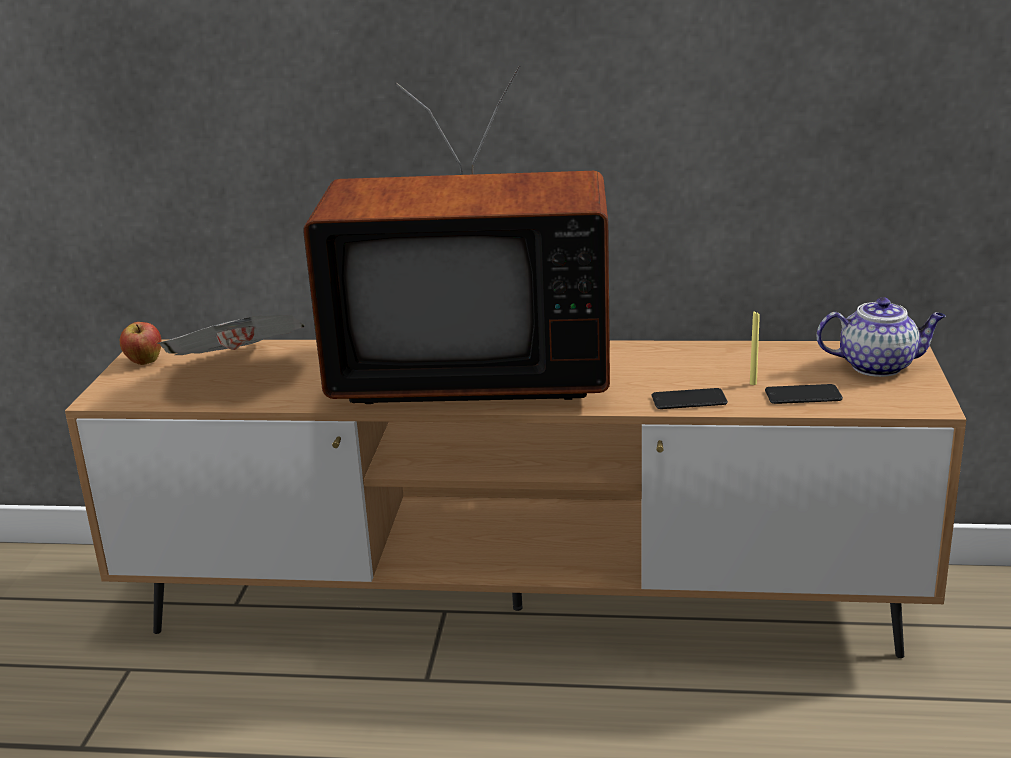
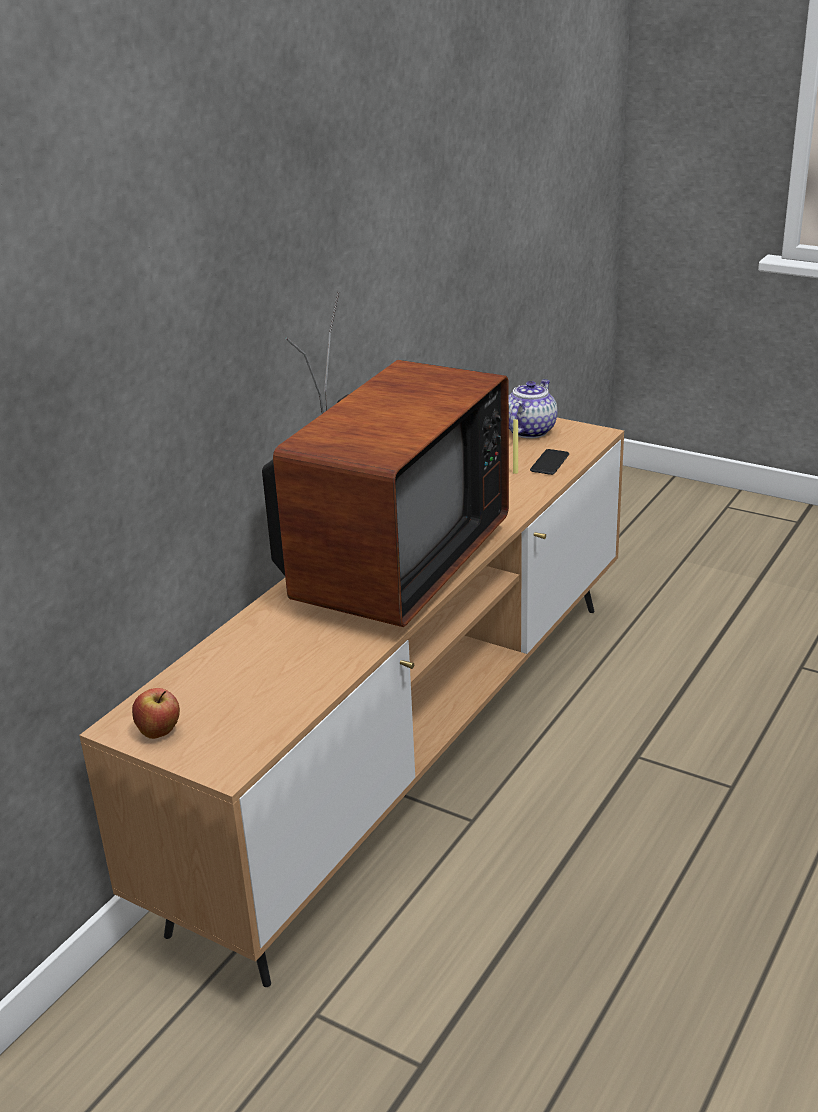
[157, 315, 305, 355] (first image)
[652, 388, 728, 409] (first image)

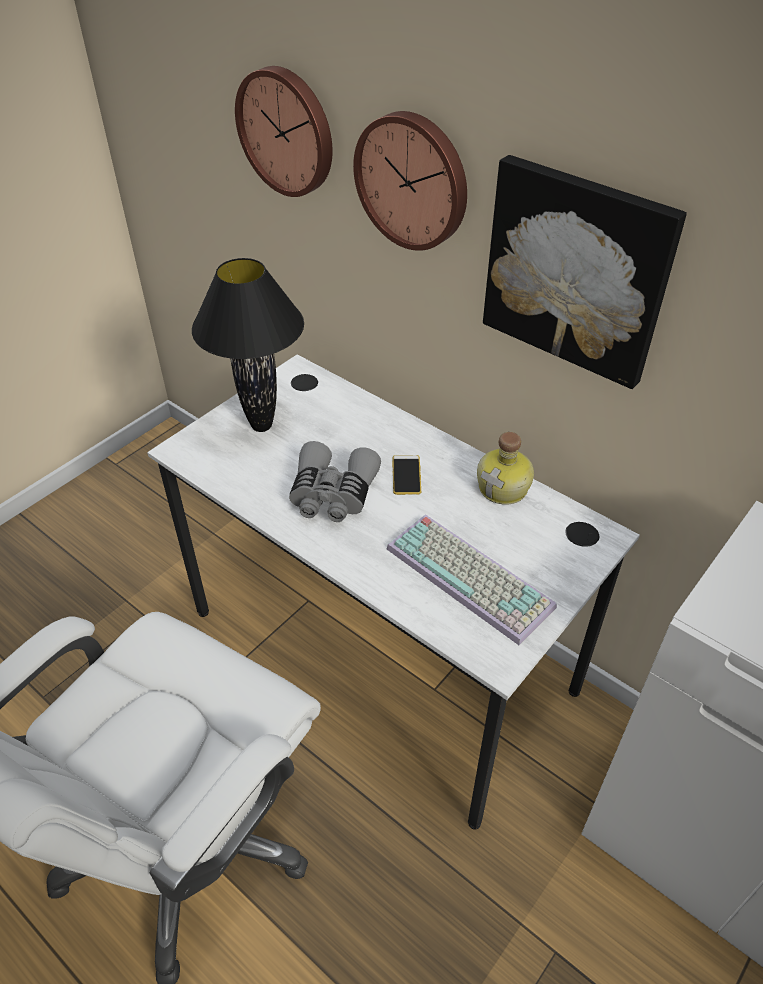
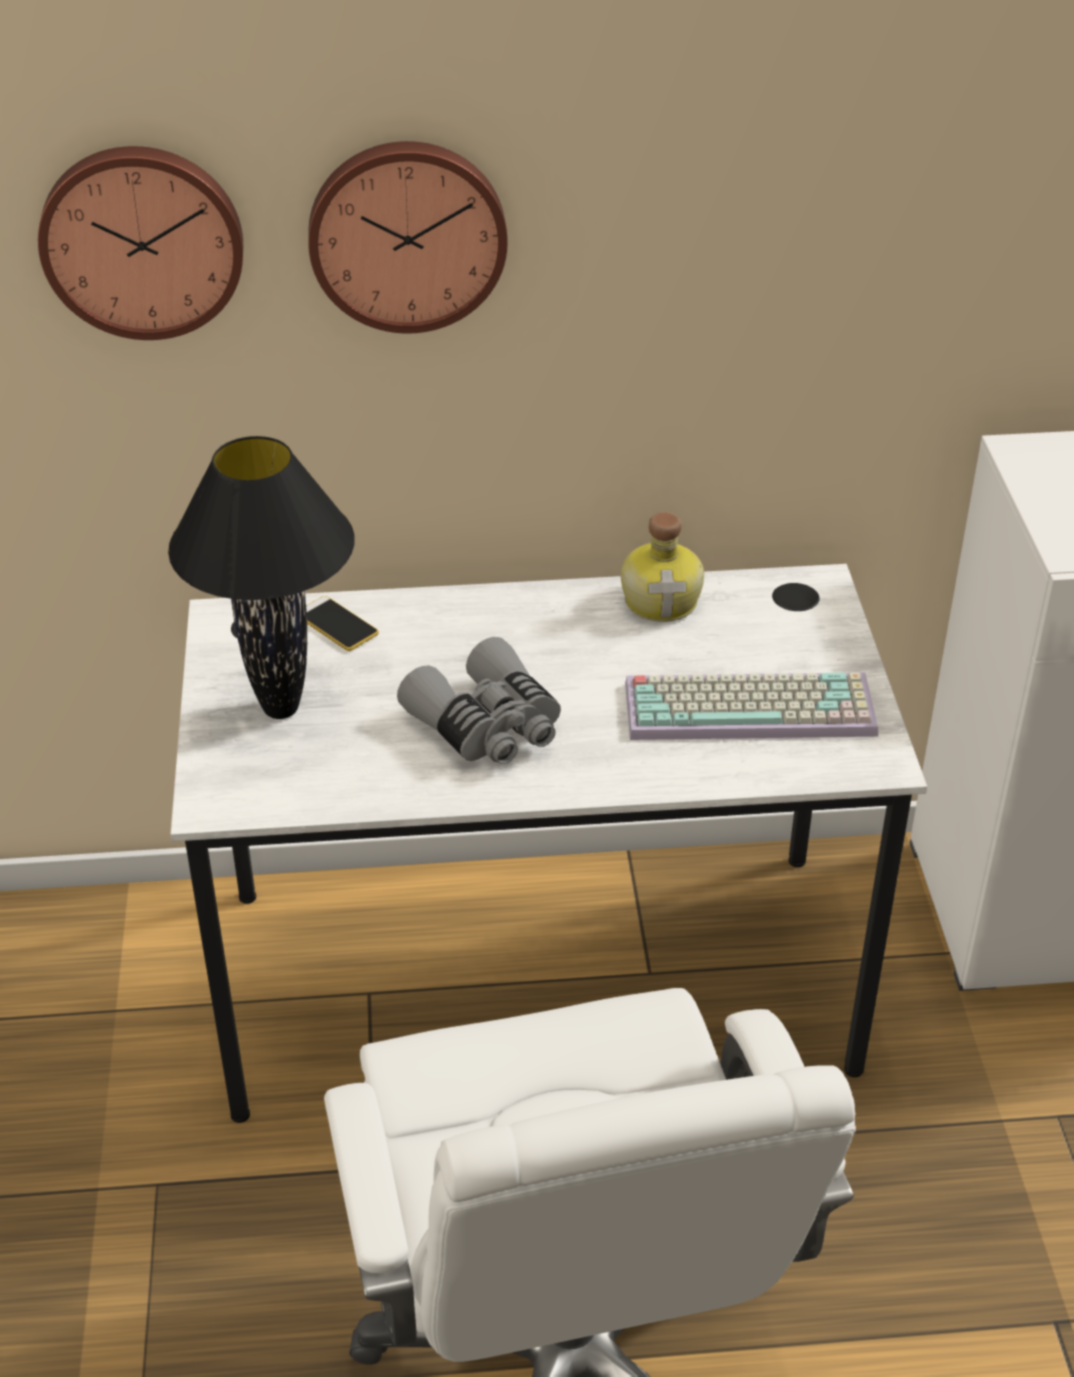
[306, 596, 379, 651]
[483, 155, 687, 389] (first image)

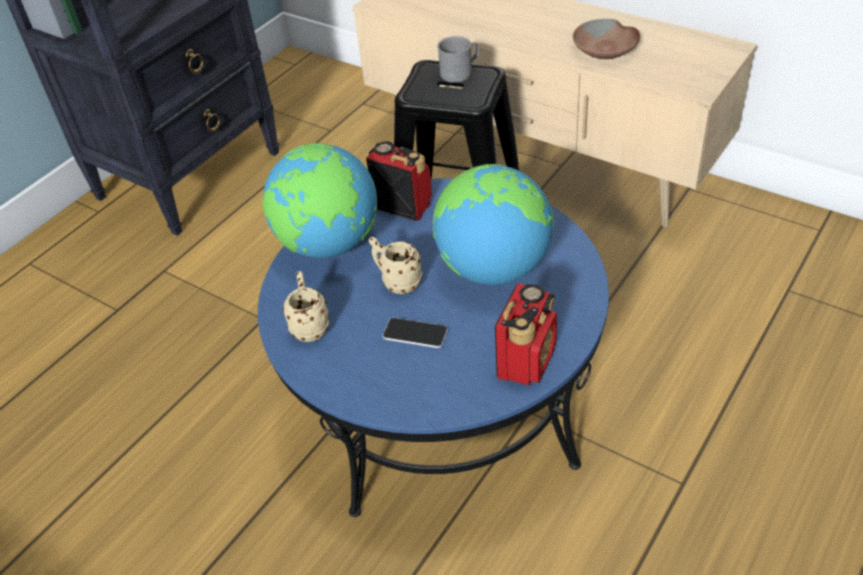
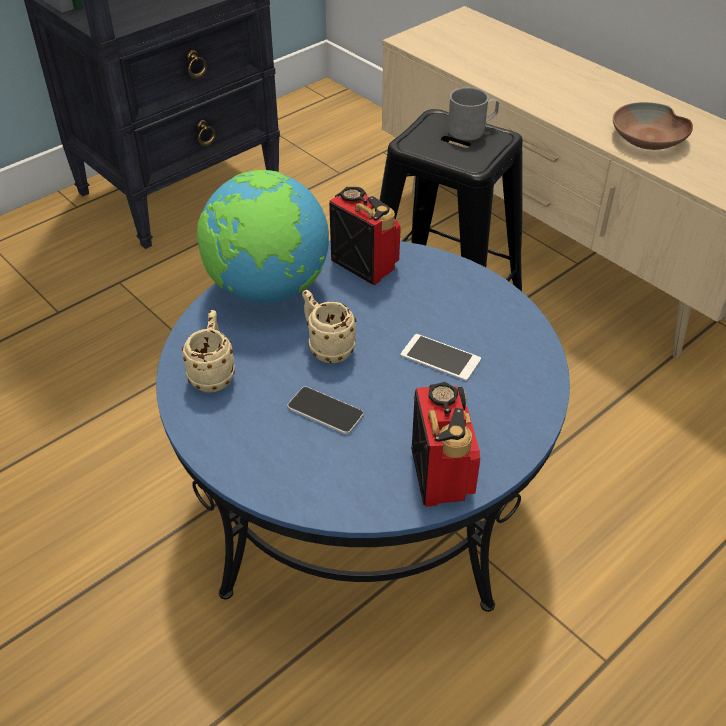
[401, 334, 481, 381]
[411, 382, 480, 507]

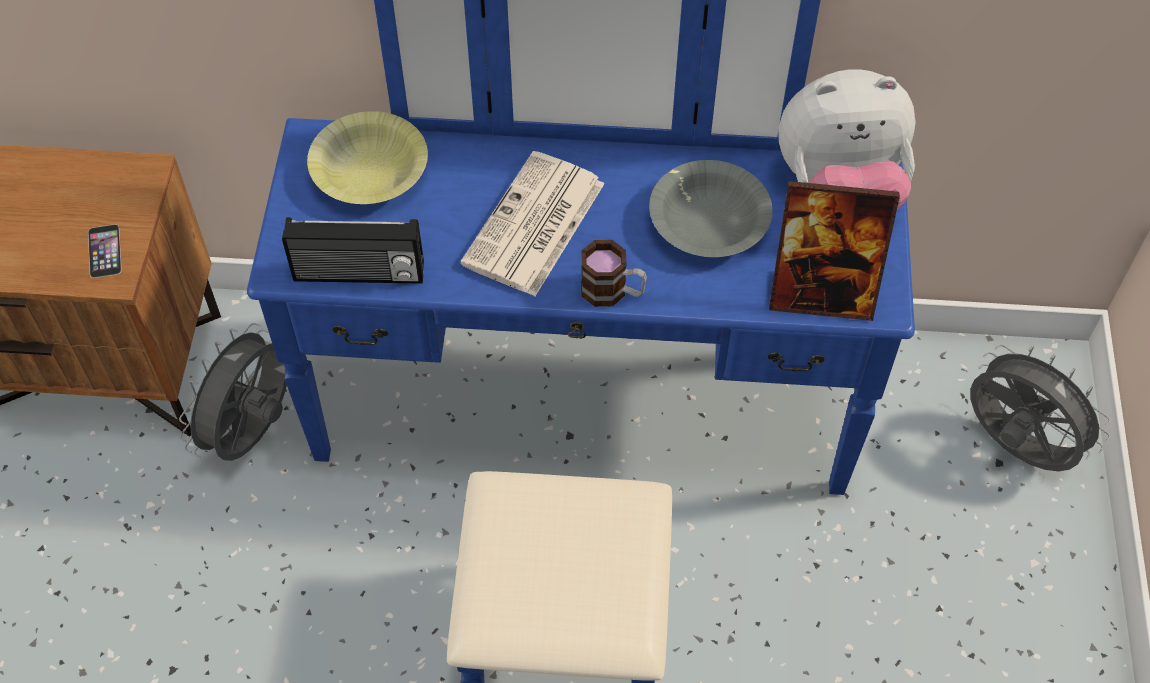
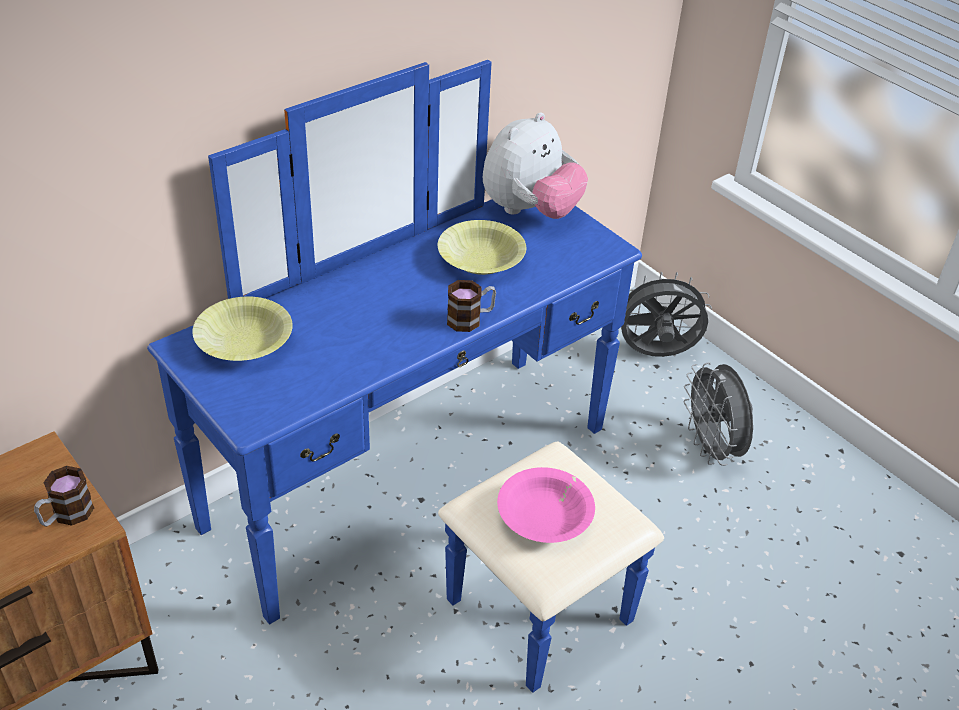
[34, 466, 94, 527]
[683, 362, 753, 466]
[282, 217, 424, 284] (first image)
[460, 151, 605, 296] (first image)
[438, 220, 526, 275]
[769, 181, 900, 321] (first image)
[497, 467, 595, 543]

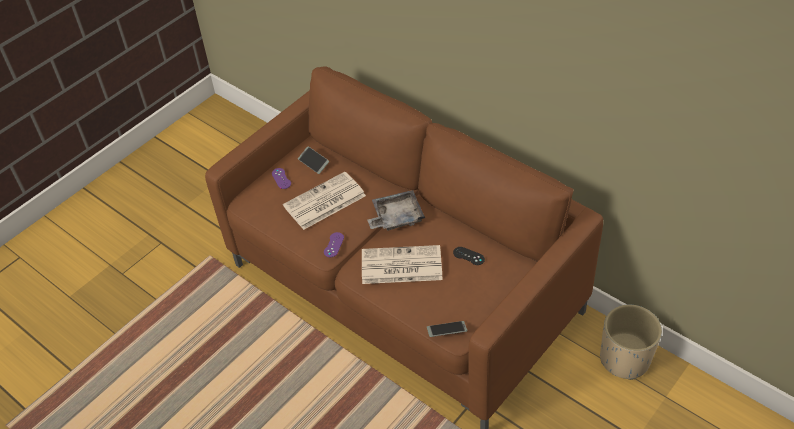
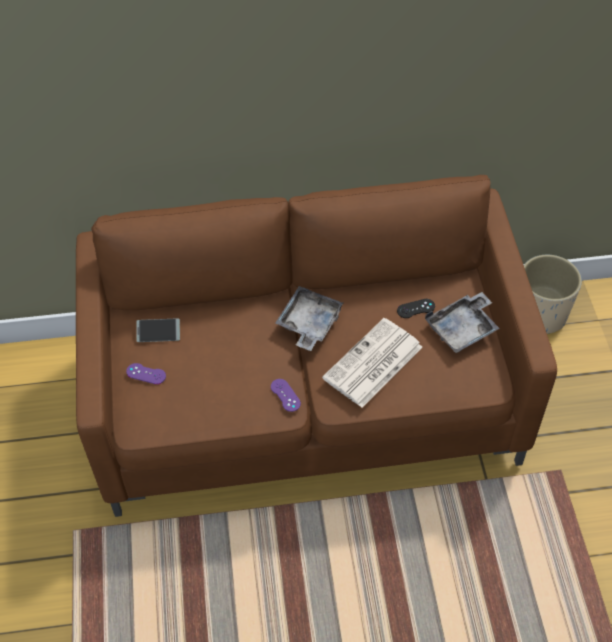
[283, 172, 366, 230] (first image)
[427, 321, 467, 337] (first image)
[425, 292, 500, 353]

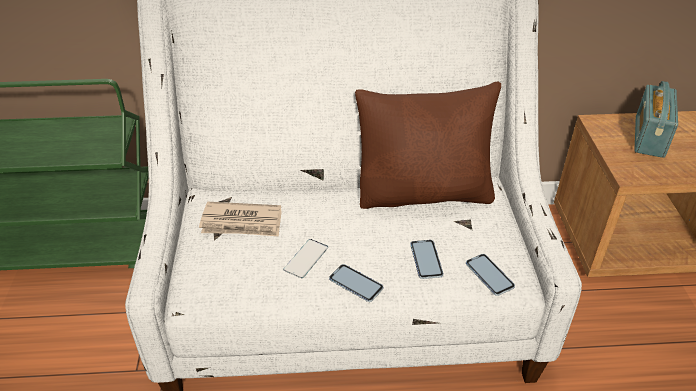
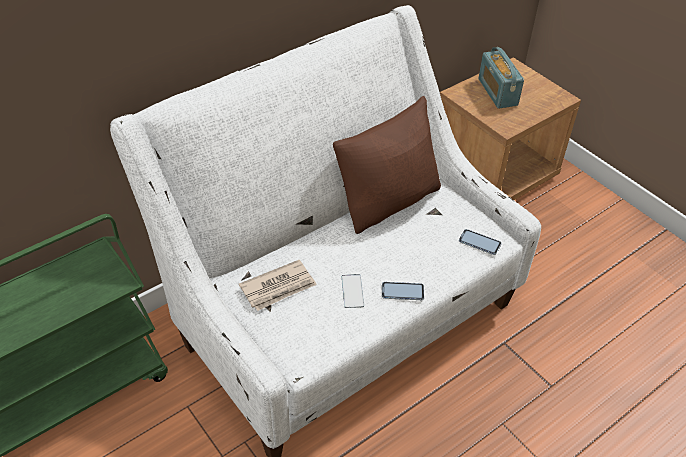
[410, 240, 444, 279] (first image)

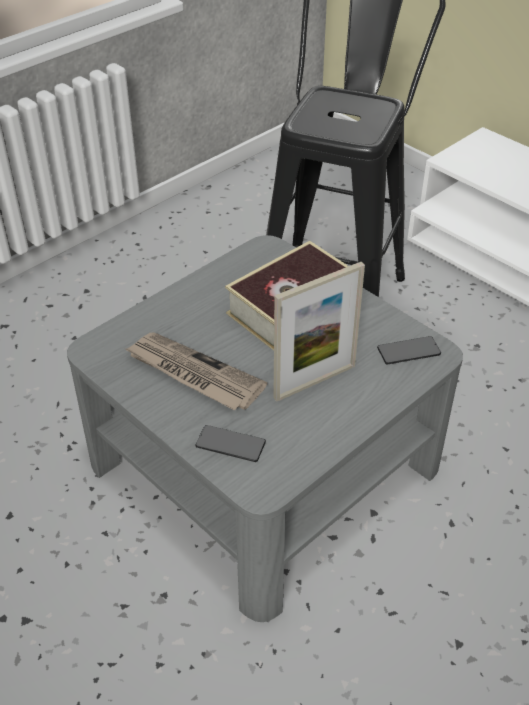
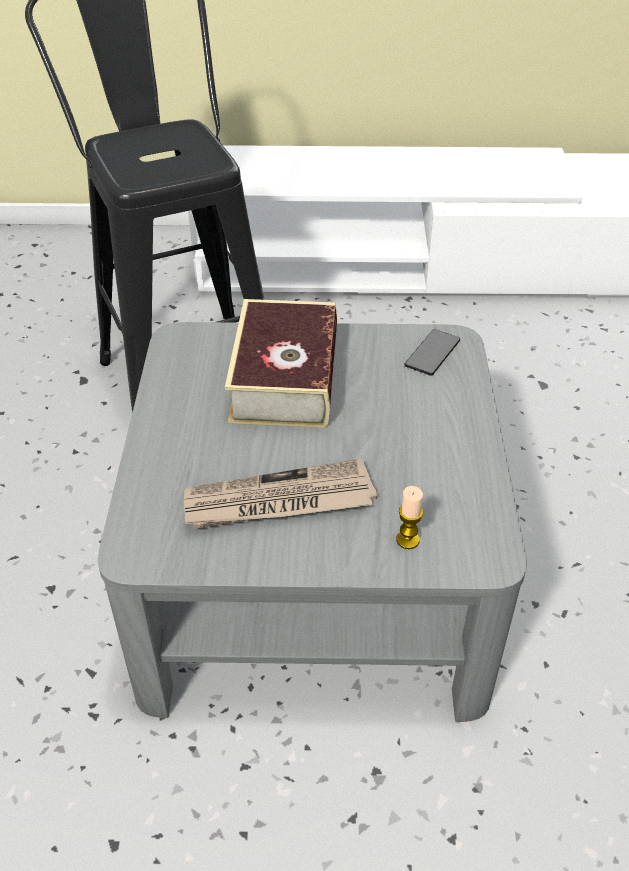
[396, 486, 423, 549]
[273, 262, 365, 401] (first image)

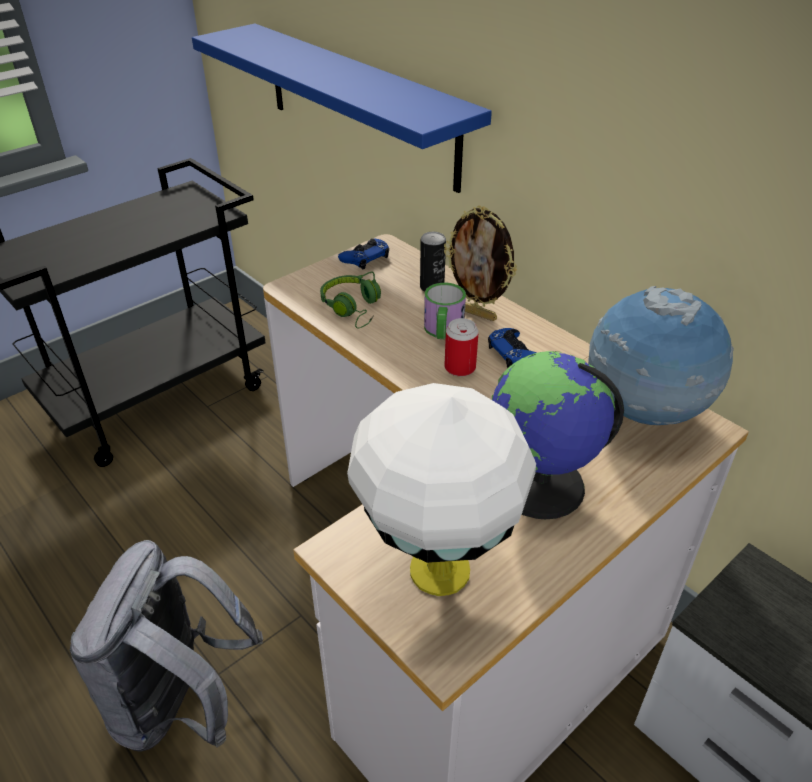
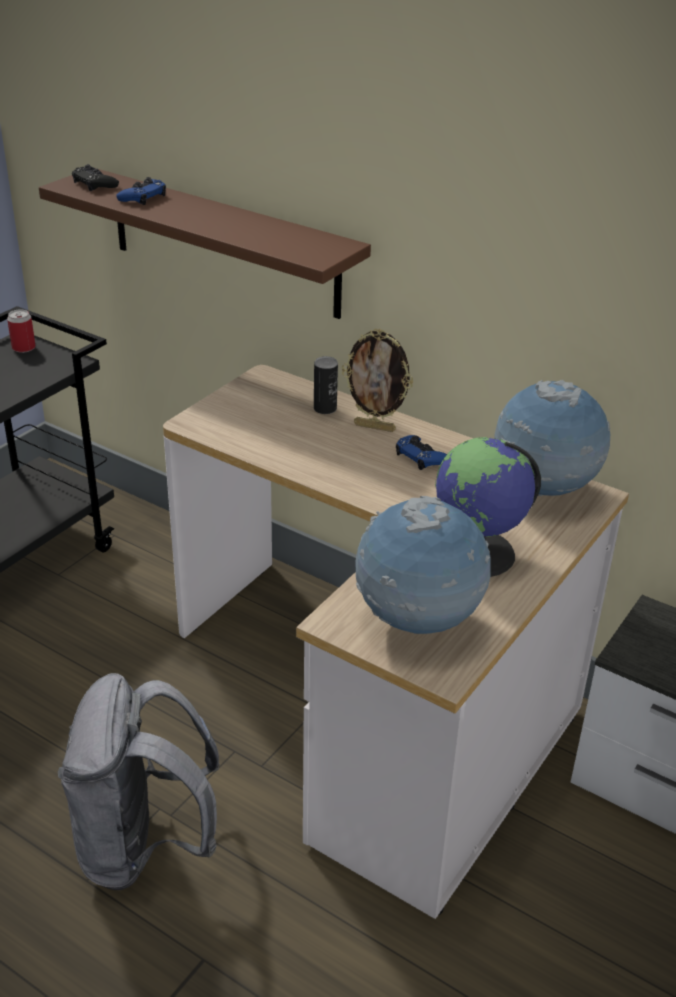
[39, 168, 371, 319]
[320, 272, 381, 328] (first image)
[116, 177, 166, 205]
[355, 496, 491, 634]
[424, 283, 466, 339] (first image)
[7, 309, 36, 353]
[72, 164, 119, 191]

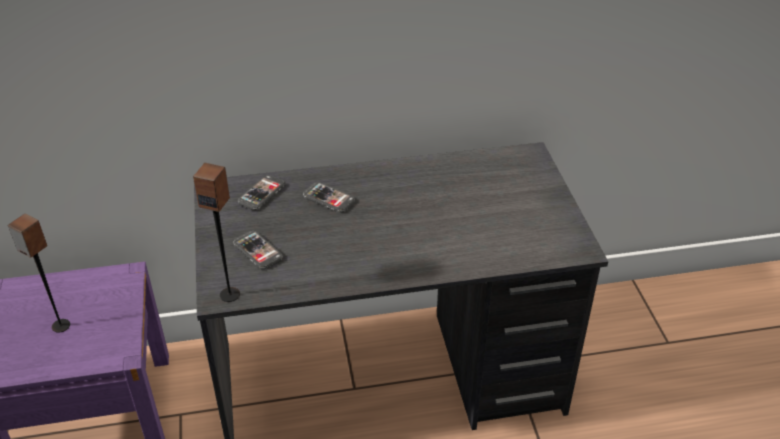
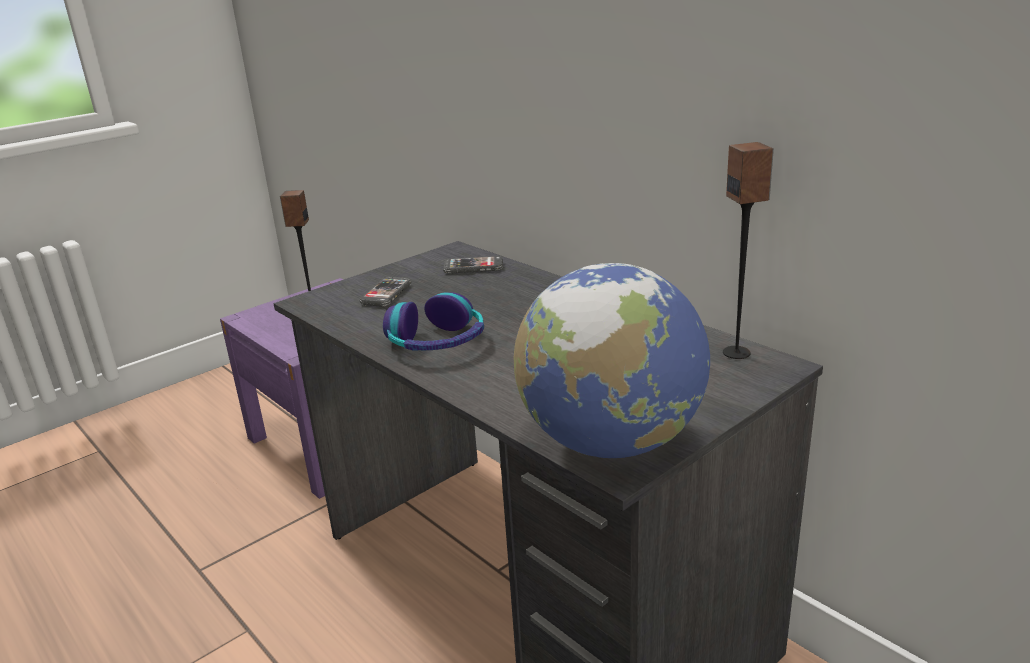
[723, 142, 774, 359]
[303, 182, 355, 213] (first image)
[383, 292, 484, 351]
[514, 263, 710, 458]

